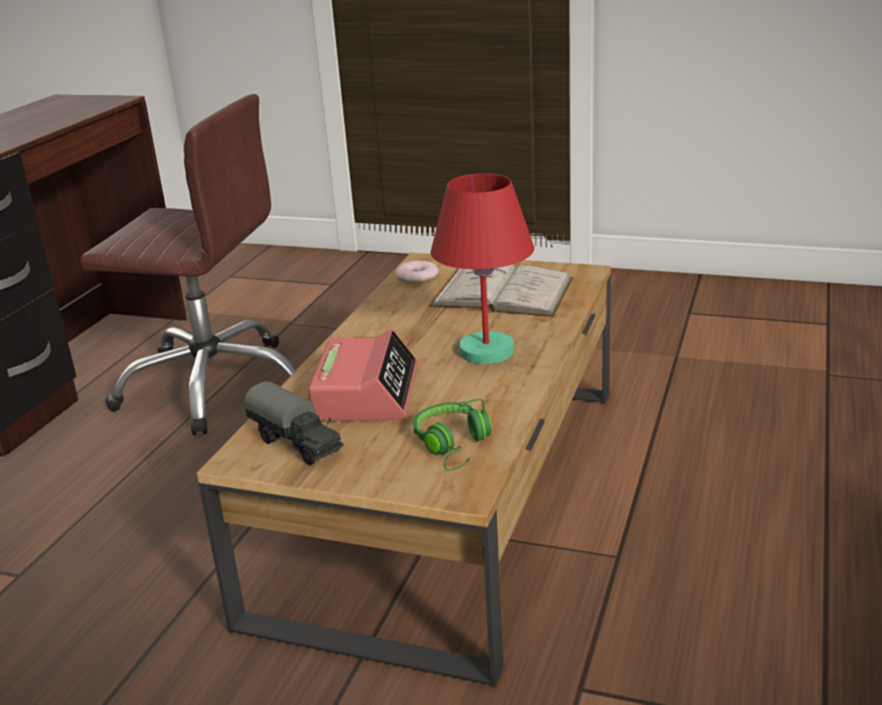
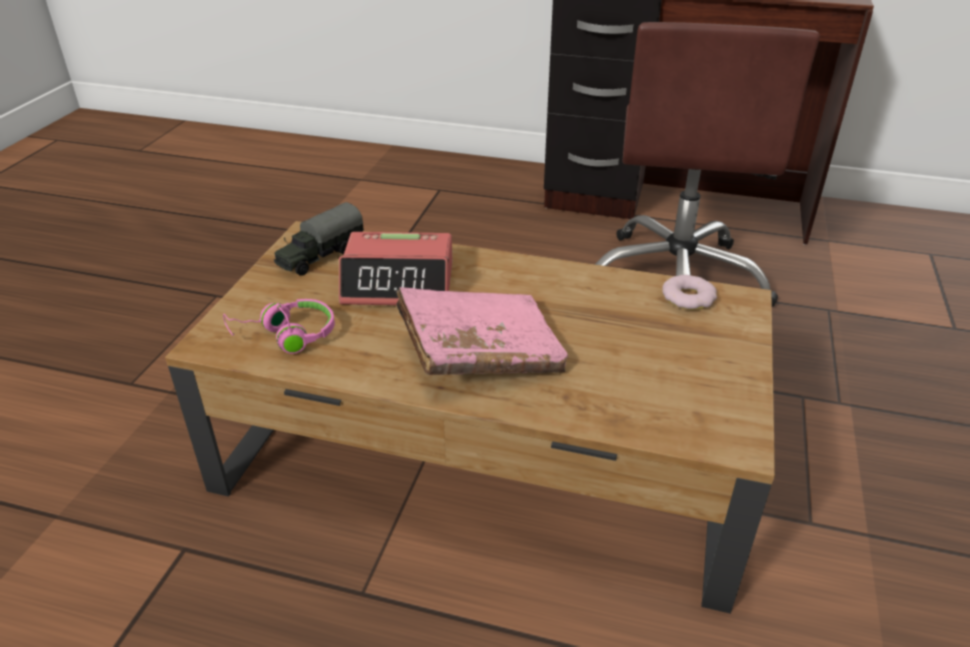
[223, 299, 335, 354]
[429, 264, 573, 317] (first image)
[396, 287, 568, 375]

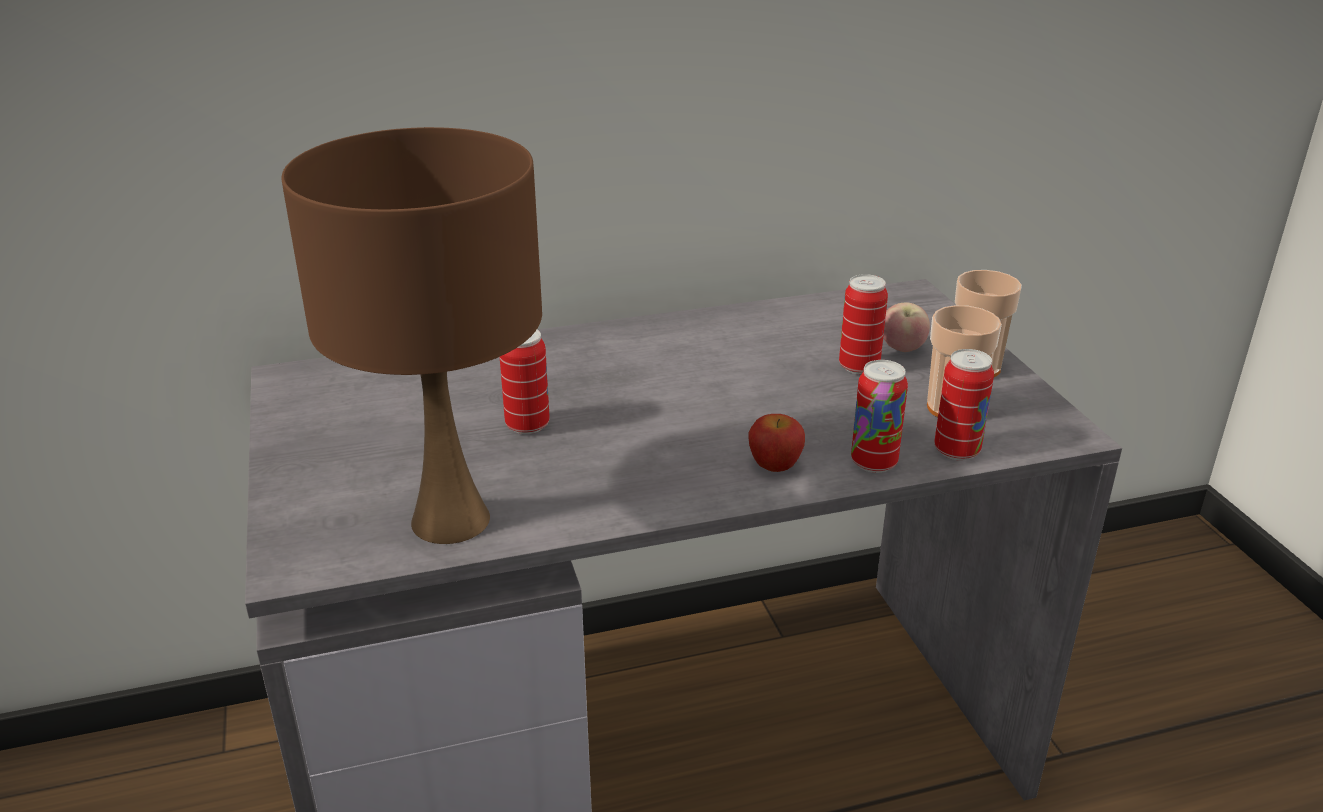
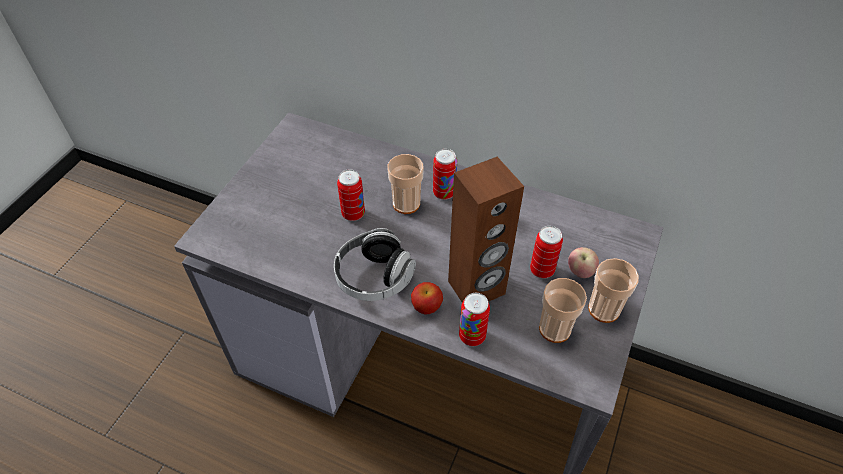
[281, 127, 542, 544] (first image)
[433, 149, 457, 200]
[334, 228, 416, 301]
[387, 154, 424, 214]
[448, 157, 524, 302]

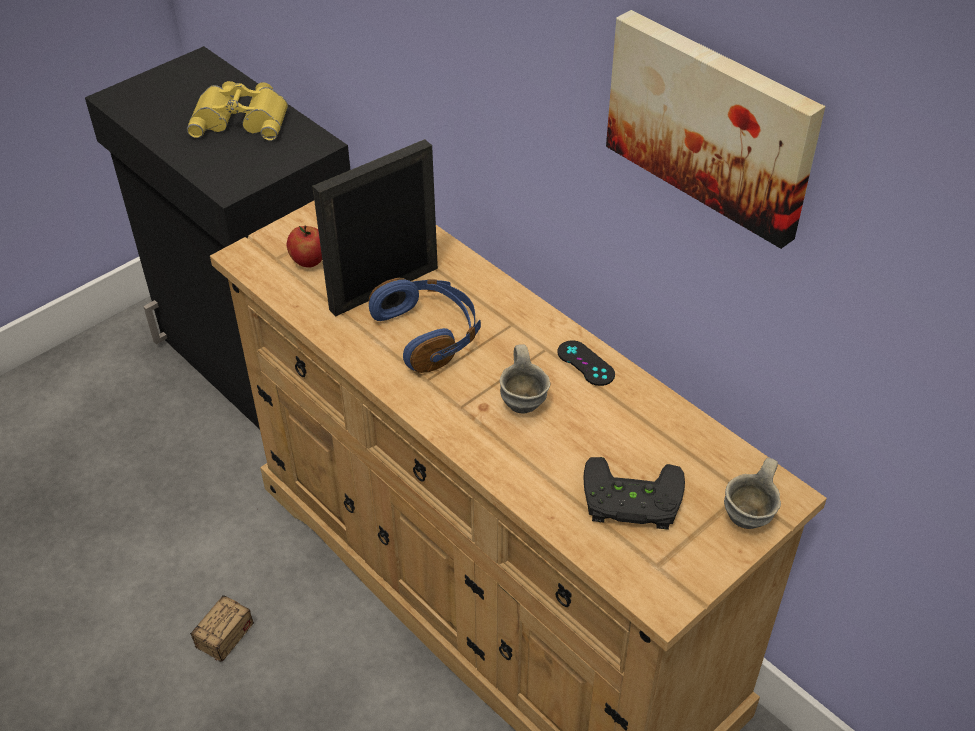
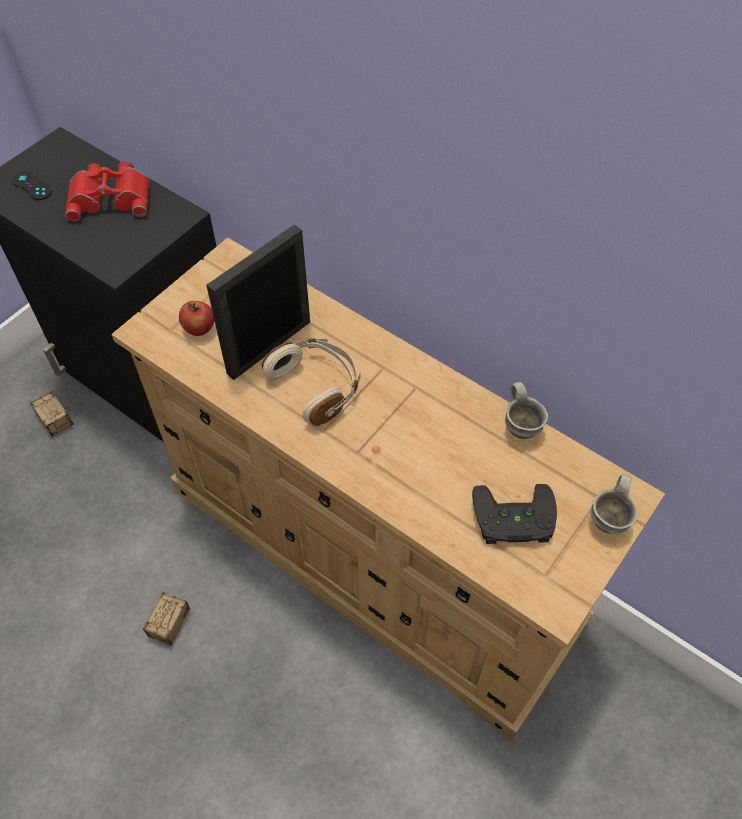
[65, 161, 150, 222]
[262, 338, 361, 426]
[505, 382, 548, 439]
[12, 172, 52, 200]
[606, 10, 825, 249] (first image)
[30, 391, 74, 437]

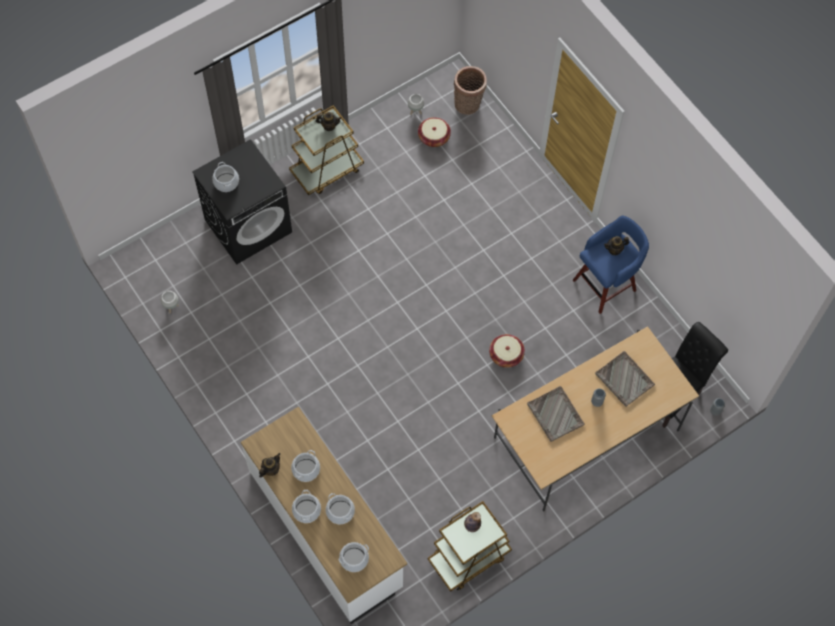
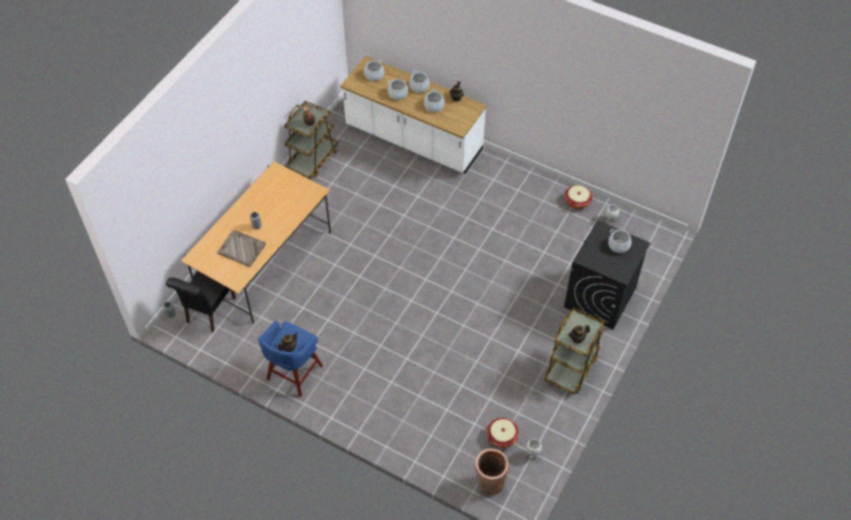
[565, 185, 592, 209]
[527, 386, 585, 442] (first image)

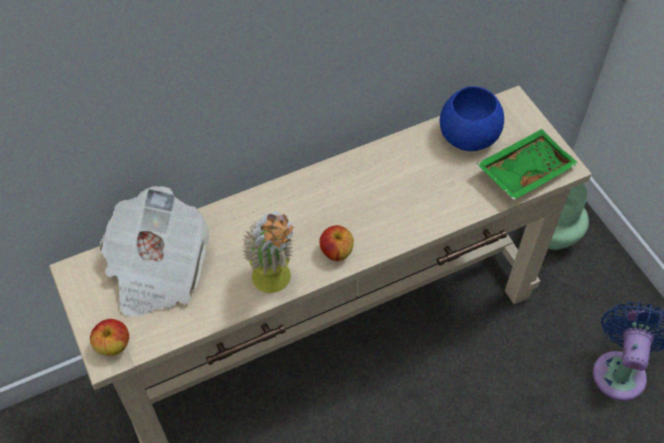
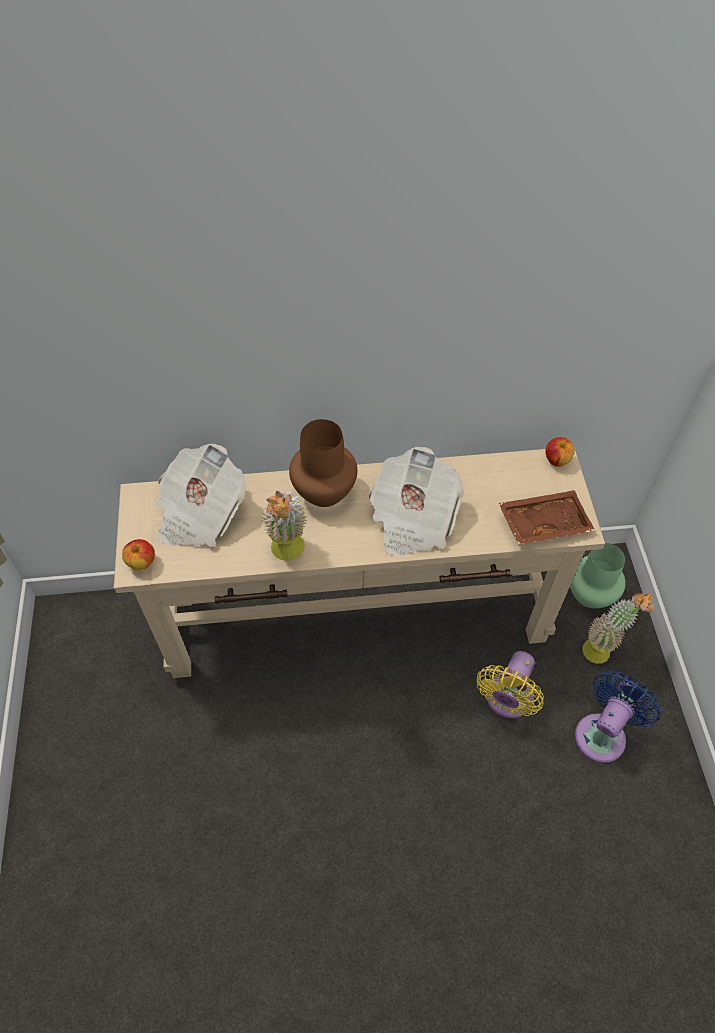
[546, 437, 575, 467]
[440, 86, 504, 151] (first image)
[499, 490, 595, 544]
[289, 419, 357, 507]
[369, 447, 464, 556]
[477, 651, 544, 718]
[582, 593, 654, 664]

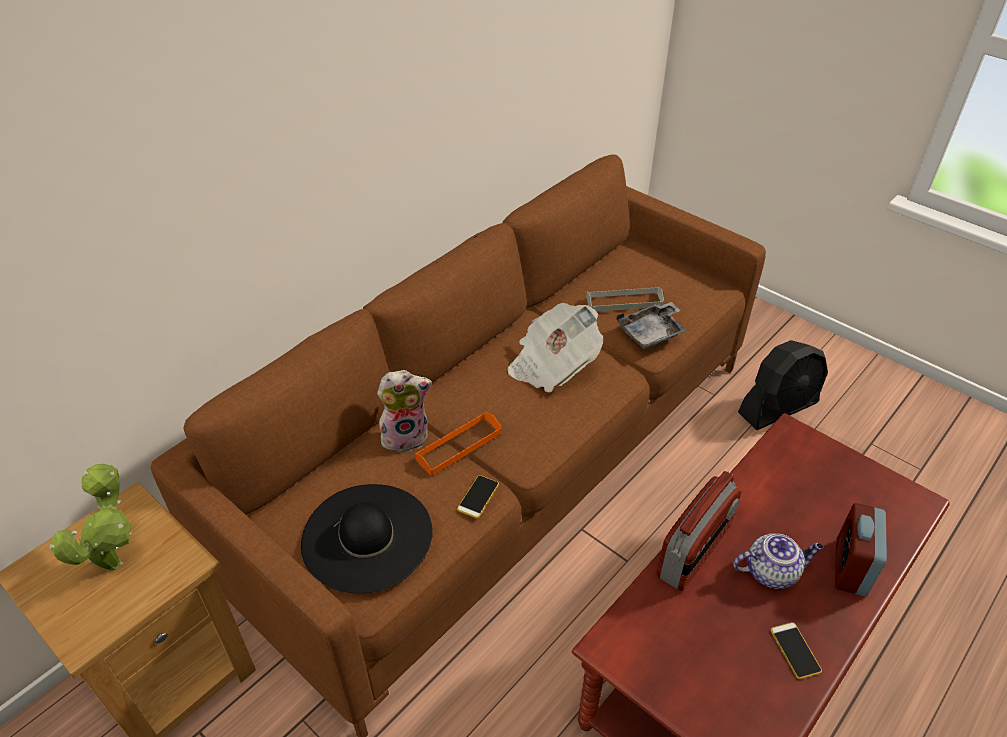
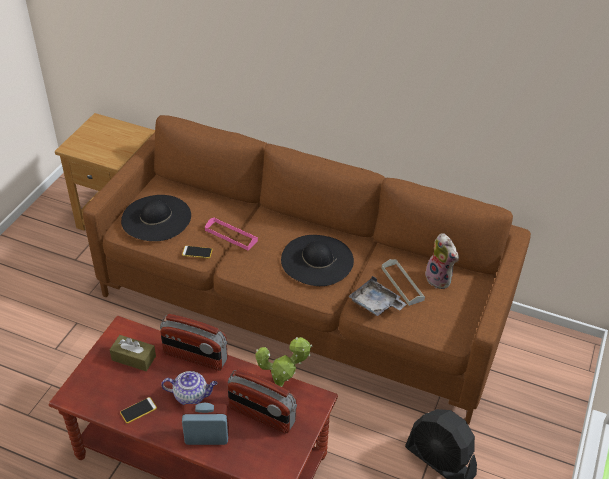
[255, 337, 313, 387]
[425, 233, 459, 289]
[205, 217, 258, 251]
[281, 235, 354, 286]
[161, 371, 217, 405]
[109, 335, 156, 371]
[228, 369, 297, 434]

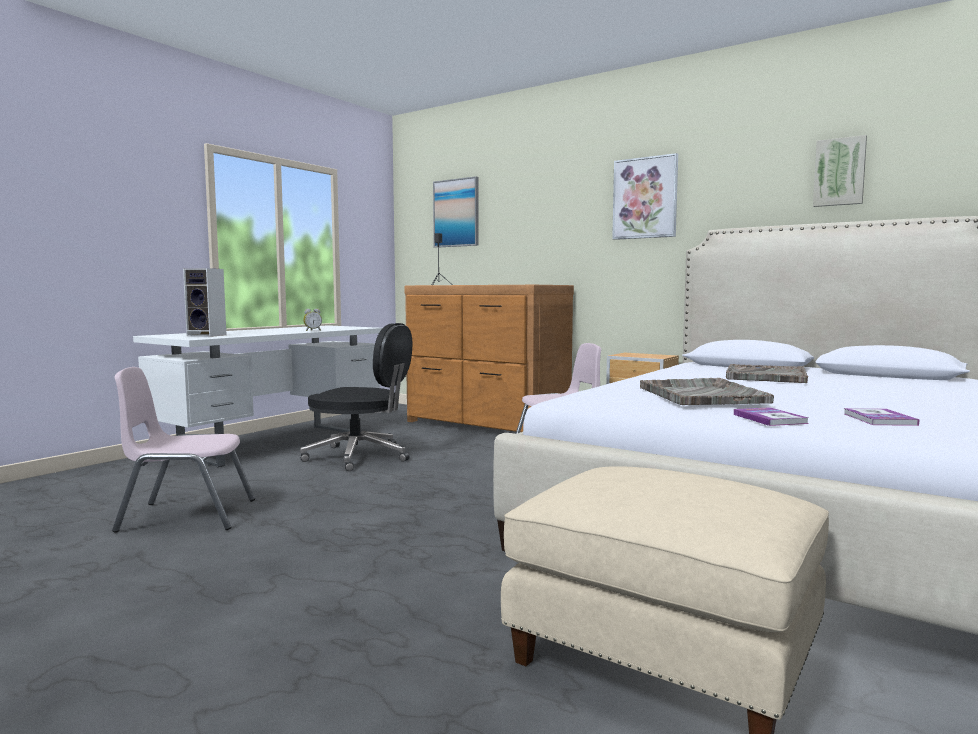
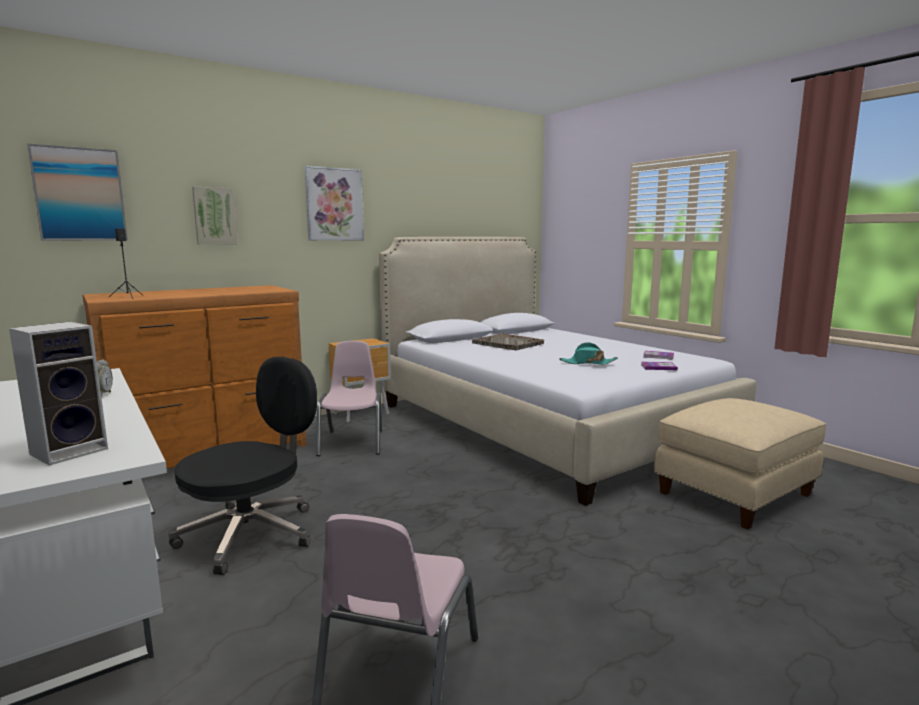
[559, 342, 618, 365]
[192, 186, 238, 244]

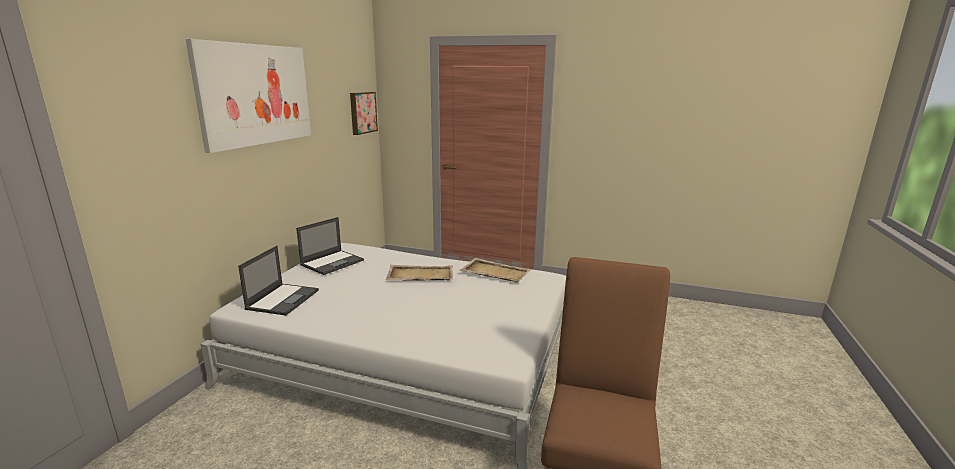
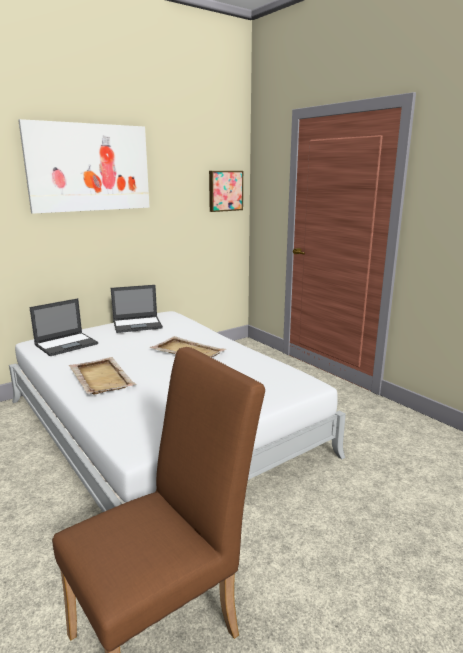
[69, 357, 137, 395]

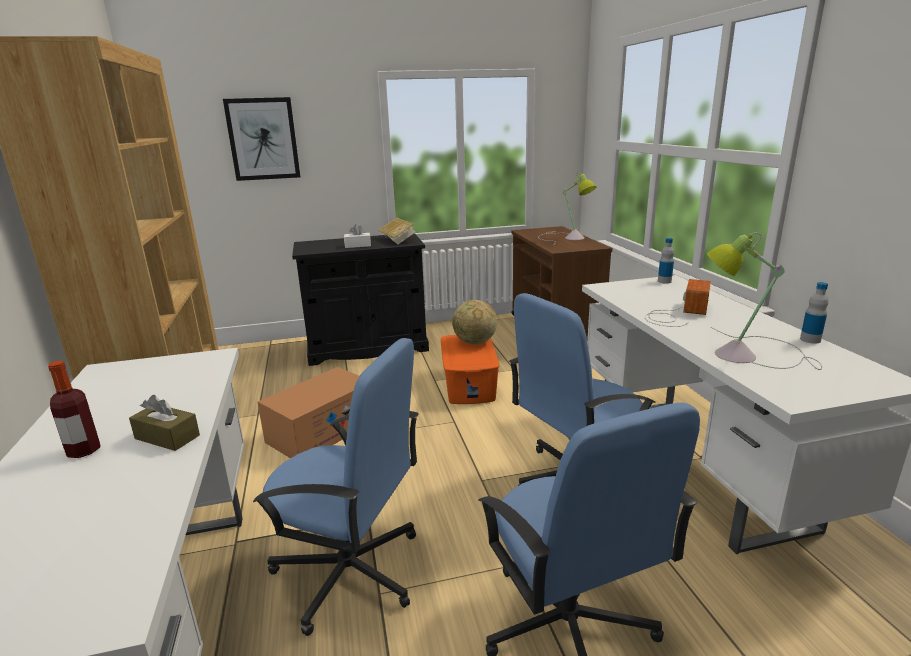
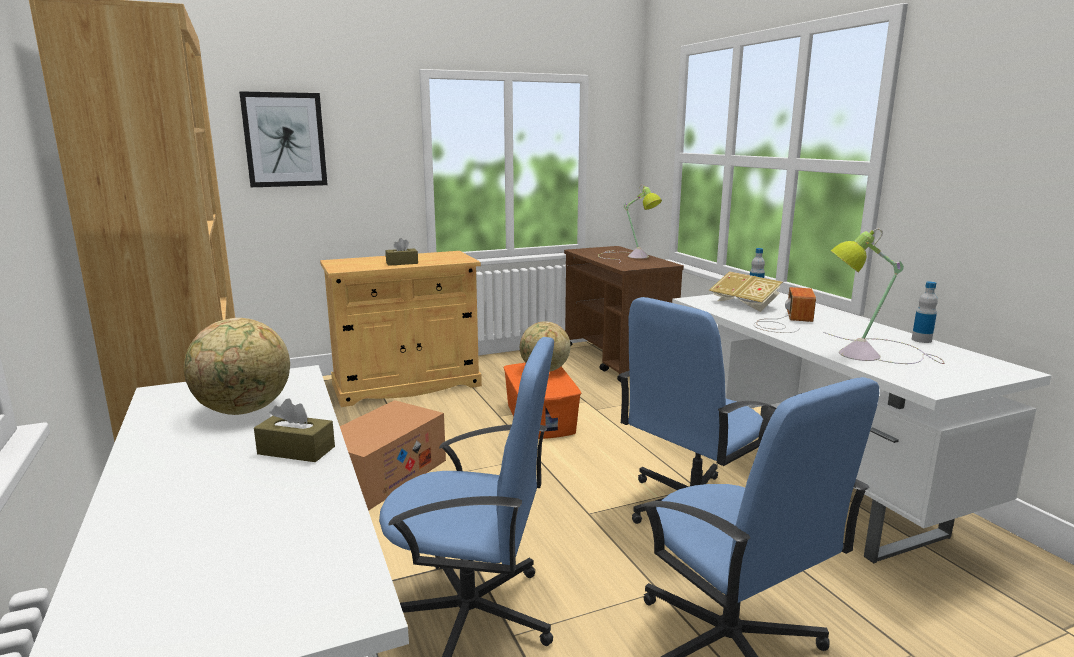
[48, 361, 101, 458] (first image)
[320, 251, 482, 407]
[385, 238, 418, 266]
[709, 271, 783, 312]
[184, 318, 290, 415]

